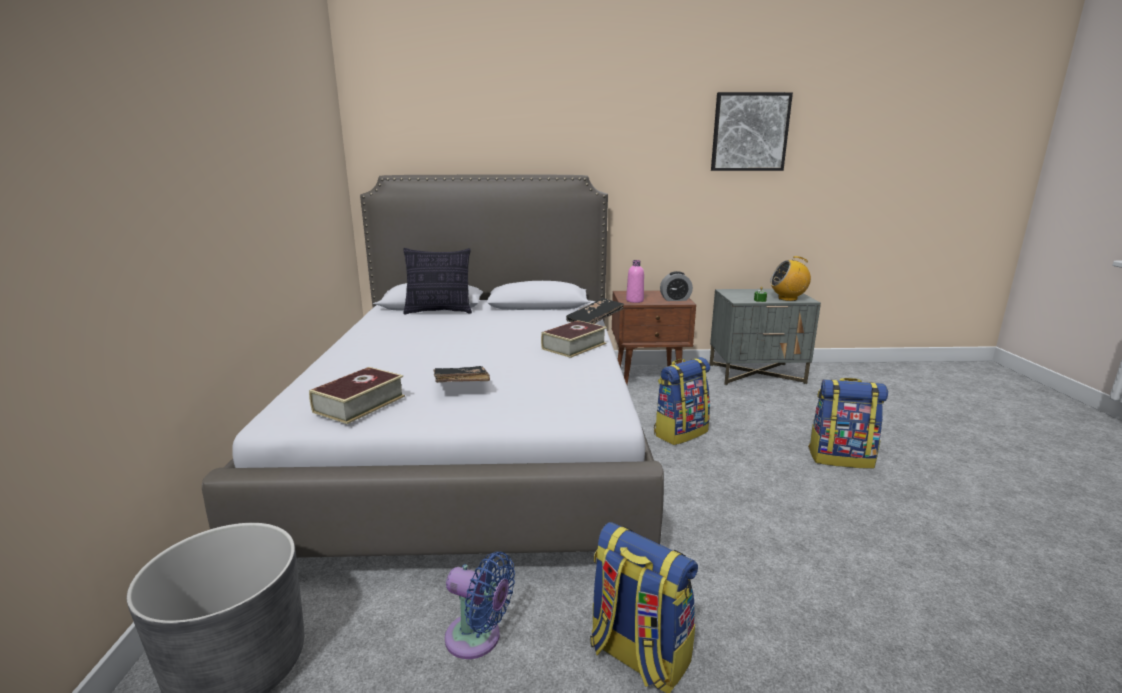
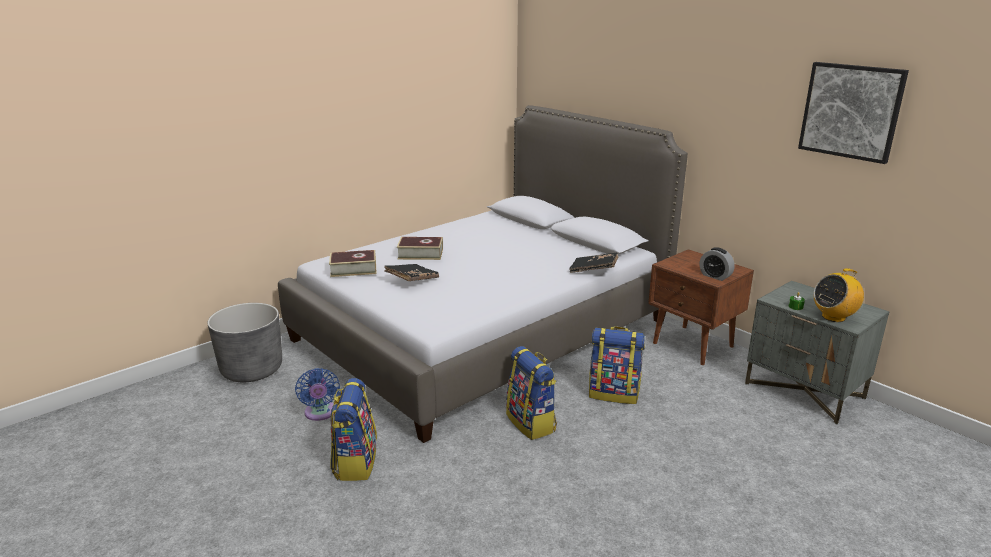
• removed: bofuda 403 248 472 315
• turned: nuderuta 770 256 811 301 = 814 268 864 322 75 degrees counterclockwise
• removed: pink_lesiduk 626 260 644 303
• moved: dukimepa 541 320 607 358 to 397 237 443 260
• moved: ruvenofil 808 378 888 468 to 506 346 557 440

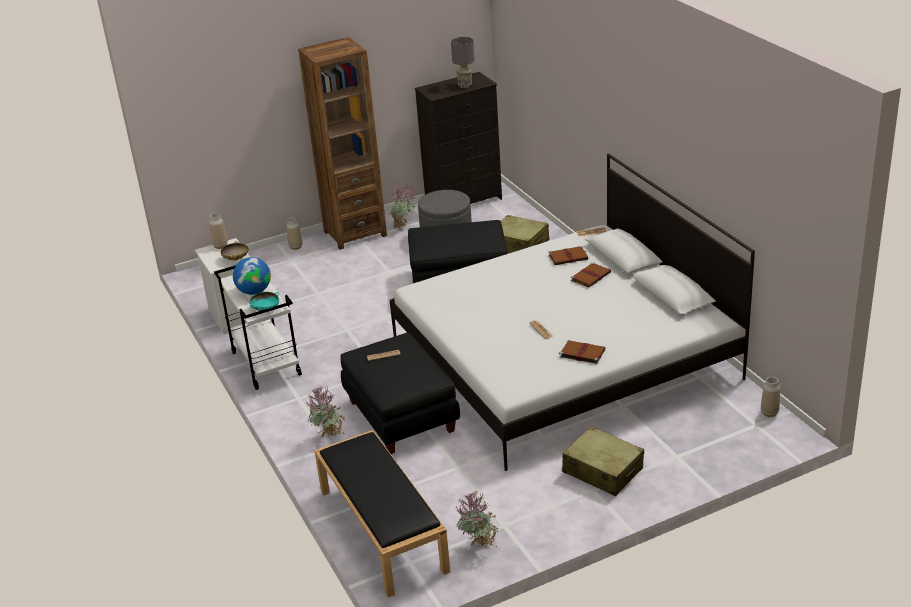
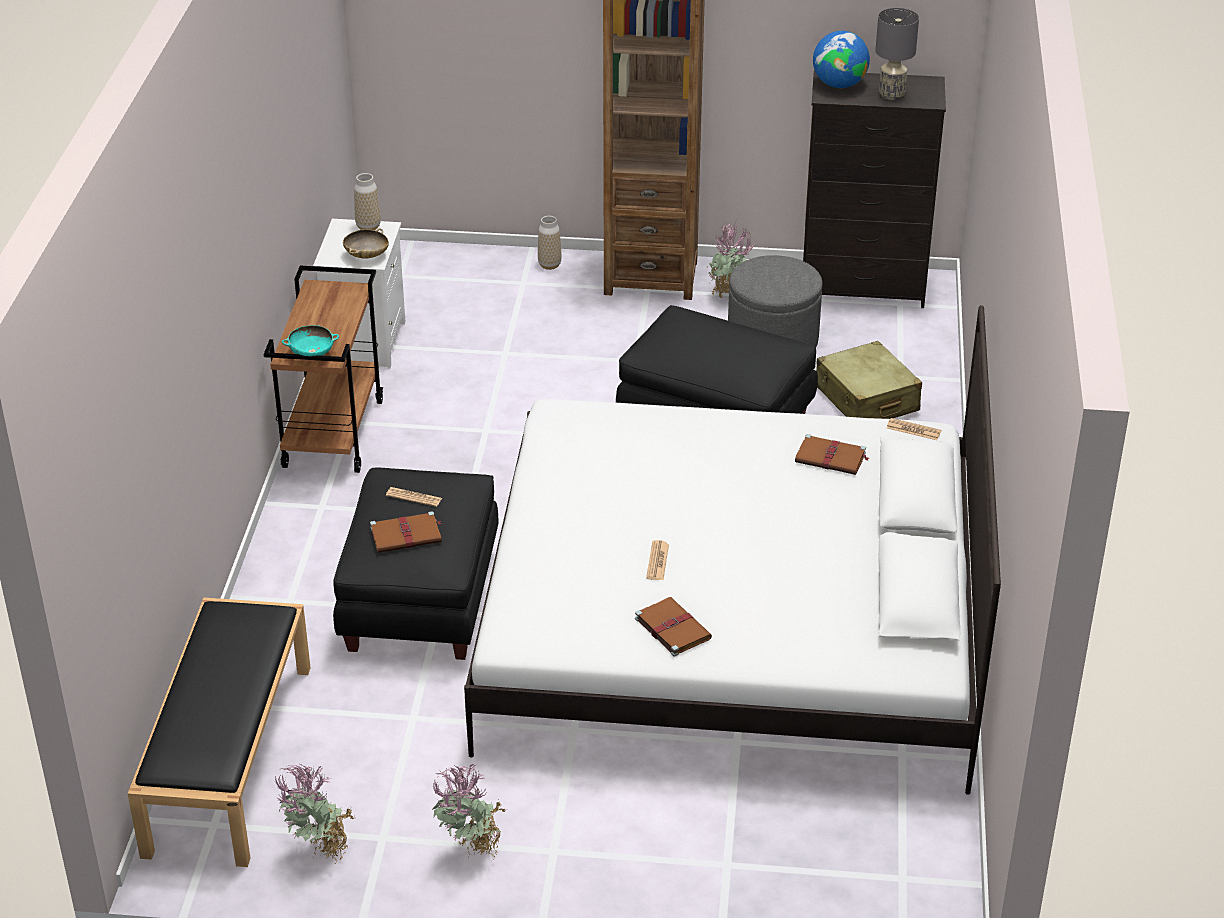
• moved: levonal 233 257 271 295 to 813 31 870 88
• moved: brown_dukimepa 571 262 611 287 to 370 511 442 553
• recoloured: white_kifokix 214 265 302 390 to brown_kifokix 264 266 383 473
• removed: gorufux 761 377 780 417
• moved: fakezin 306 385 345 437 to 432 764 507 860
• removed: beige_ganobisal 562 426 644 496

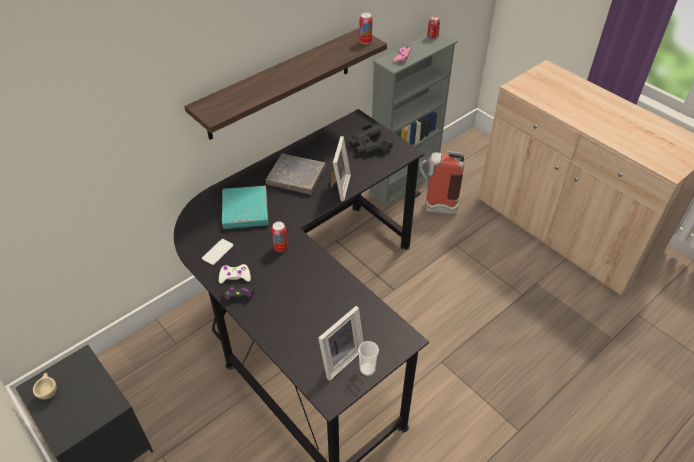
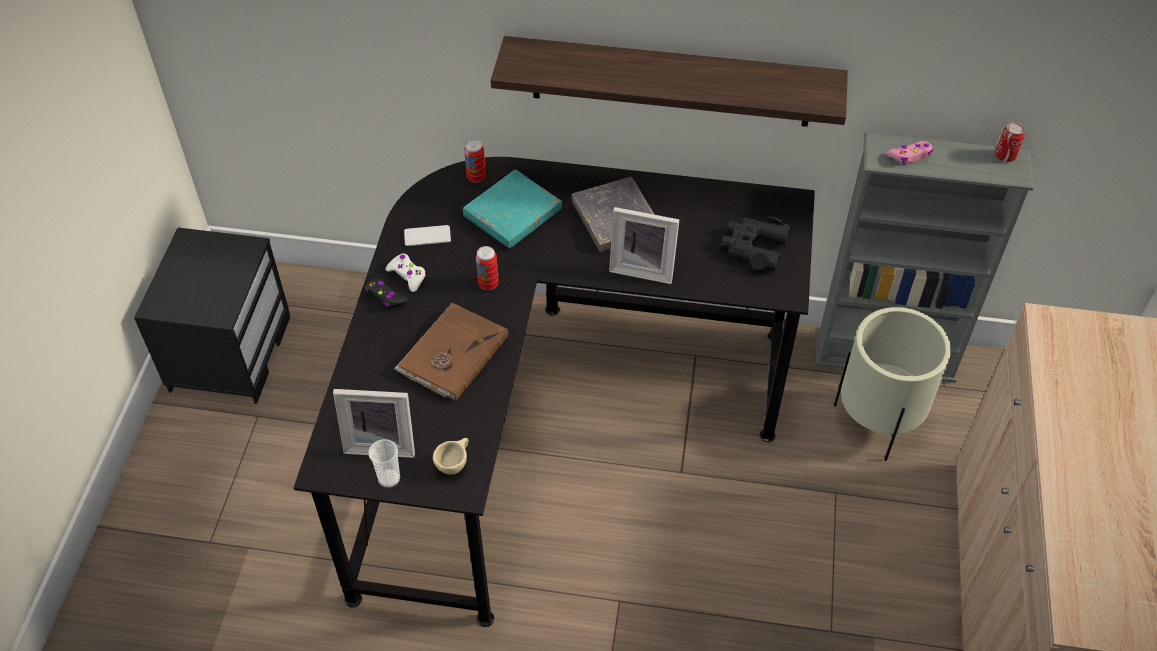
• moved: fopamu 359 12 373 44 to 464 140 486 183
• turned: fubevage 330 136 351 201 = 609 207 679 284 45 degrees clockwise
• replaced: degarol 415 150 465 214 to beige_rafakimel 834 307 951 461
• moved: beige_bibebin 33 373 56 399 to 433 438 468 475
• added: brown_dukimepa 394 303 508 401

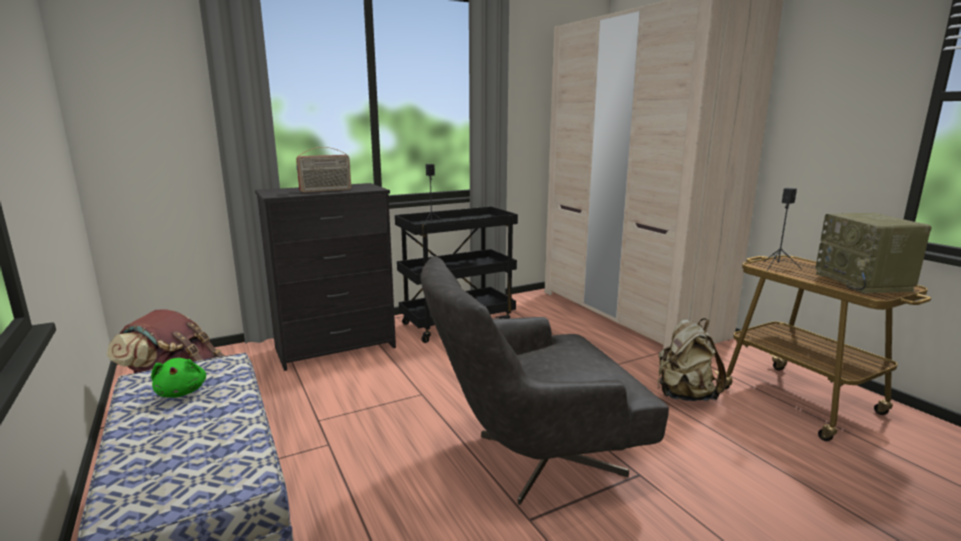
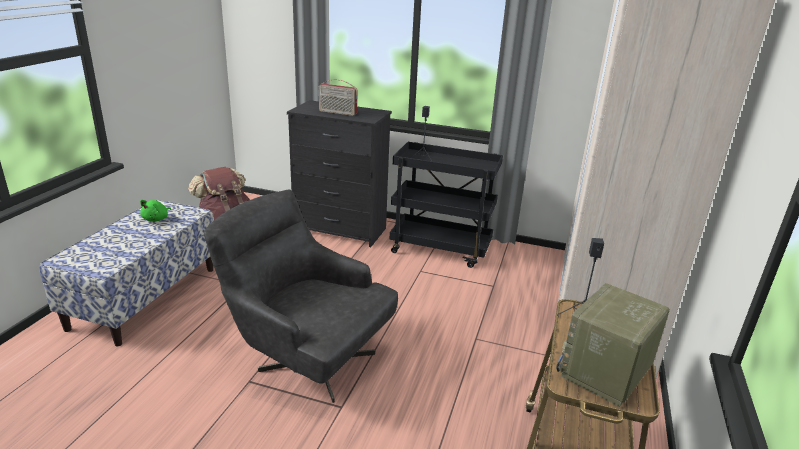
• removed: beige_ruvenofil 657 318 727 401

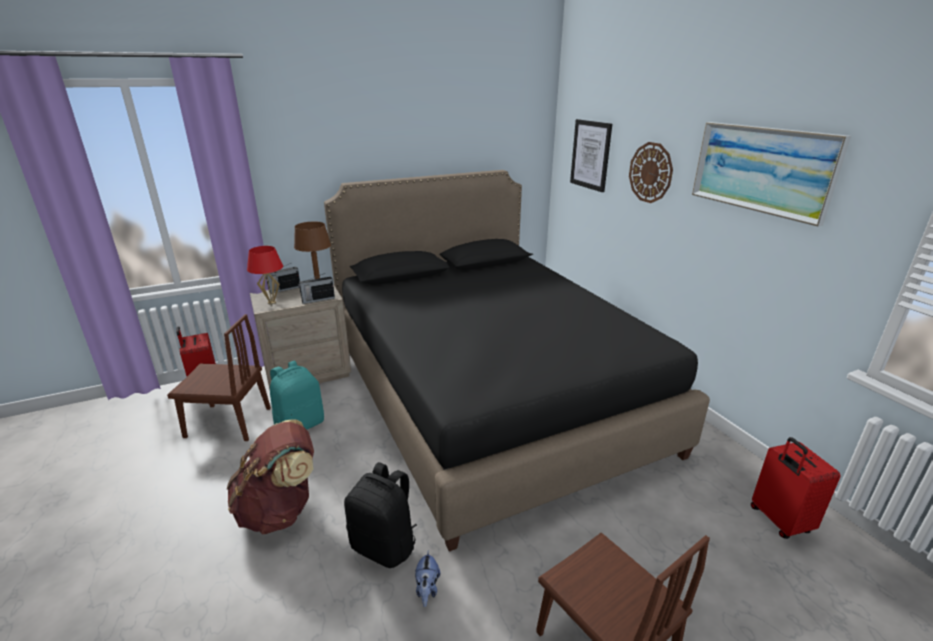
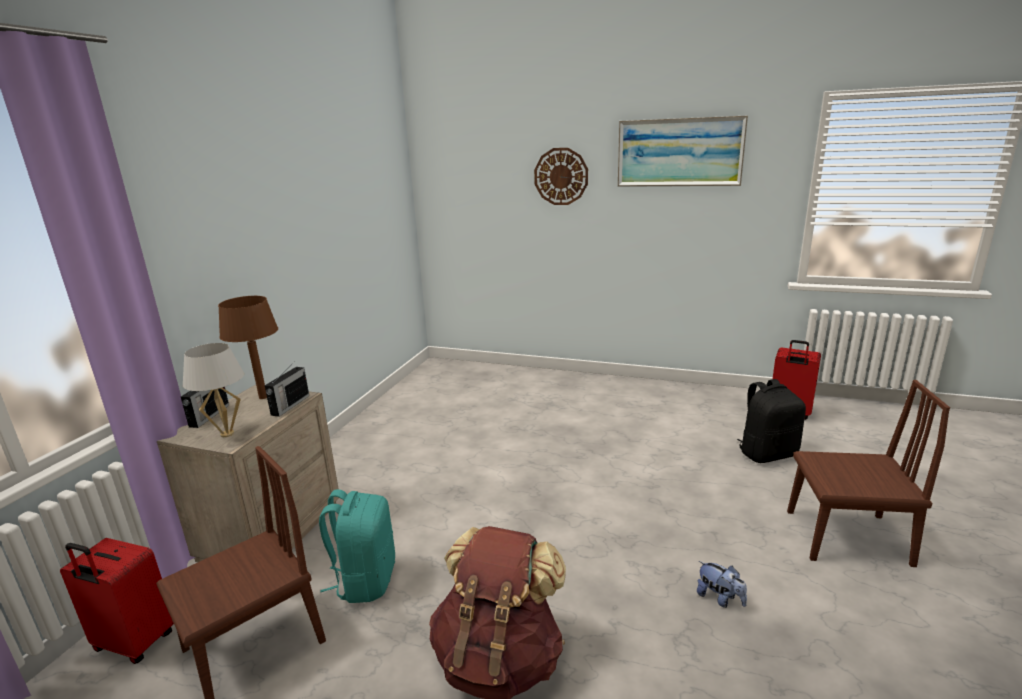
• removed: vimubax 570 119 612 192
• removed: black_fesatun 324 170 710 551
• recoloured: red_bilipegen 247 246 283 304 to white_bilipegen 183 343 244 437
• moved: black_ruvenofil 344 462 417 568 to 737 379 806 463

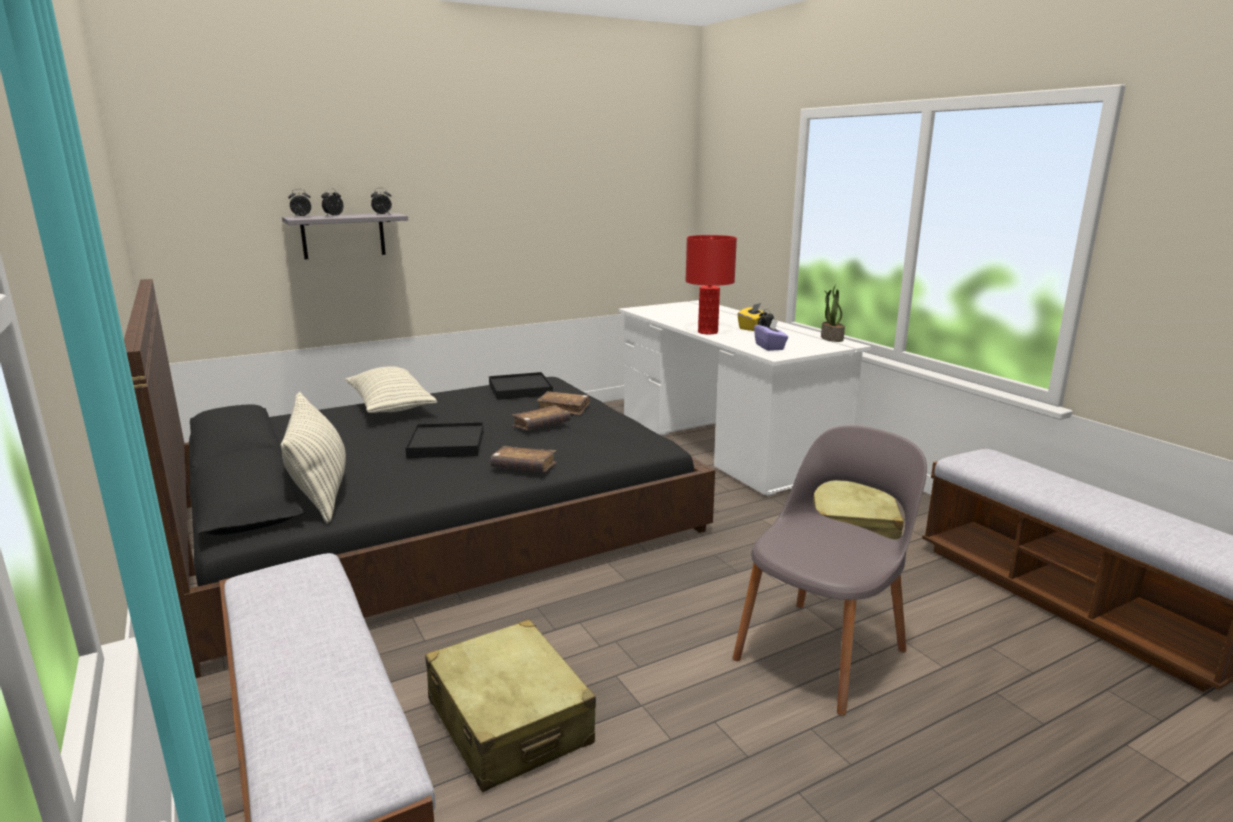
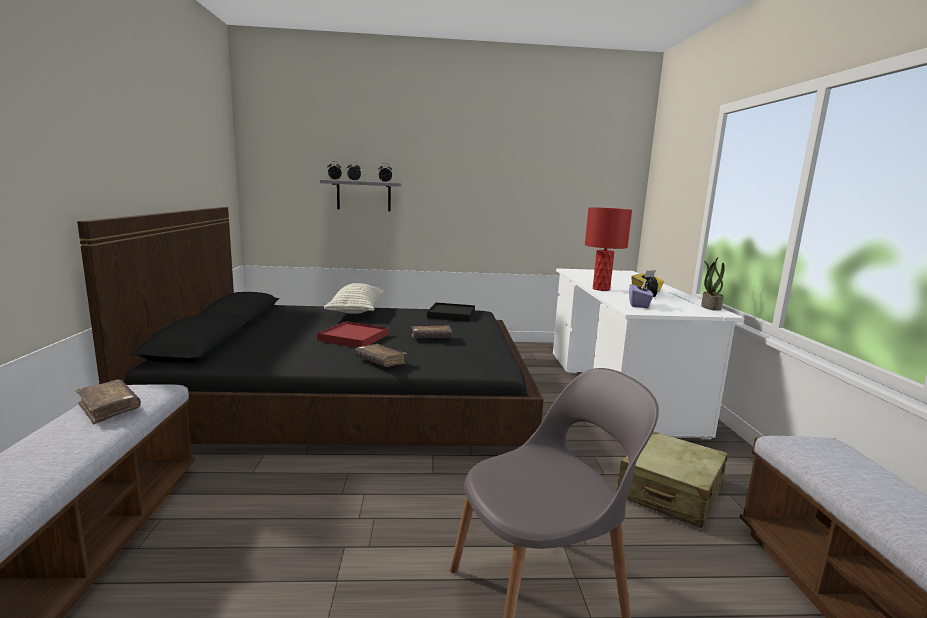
• moved: brown_dukimepa 537 391 590 416 to 76 380 141 425
• removed: bofuda 280 392 346 523
• recoloured: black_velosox 405 422 484 458 to red_velosox 317 321 388 348
• removed: beige_ganobisal 425 619 596 792

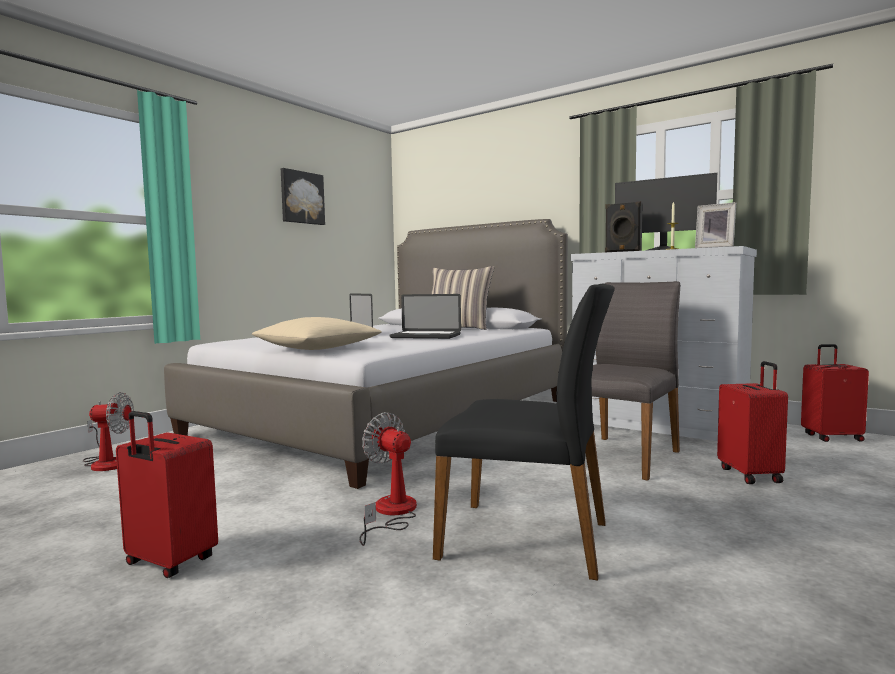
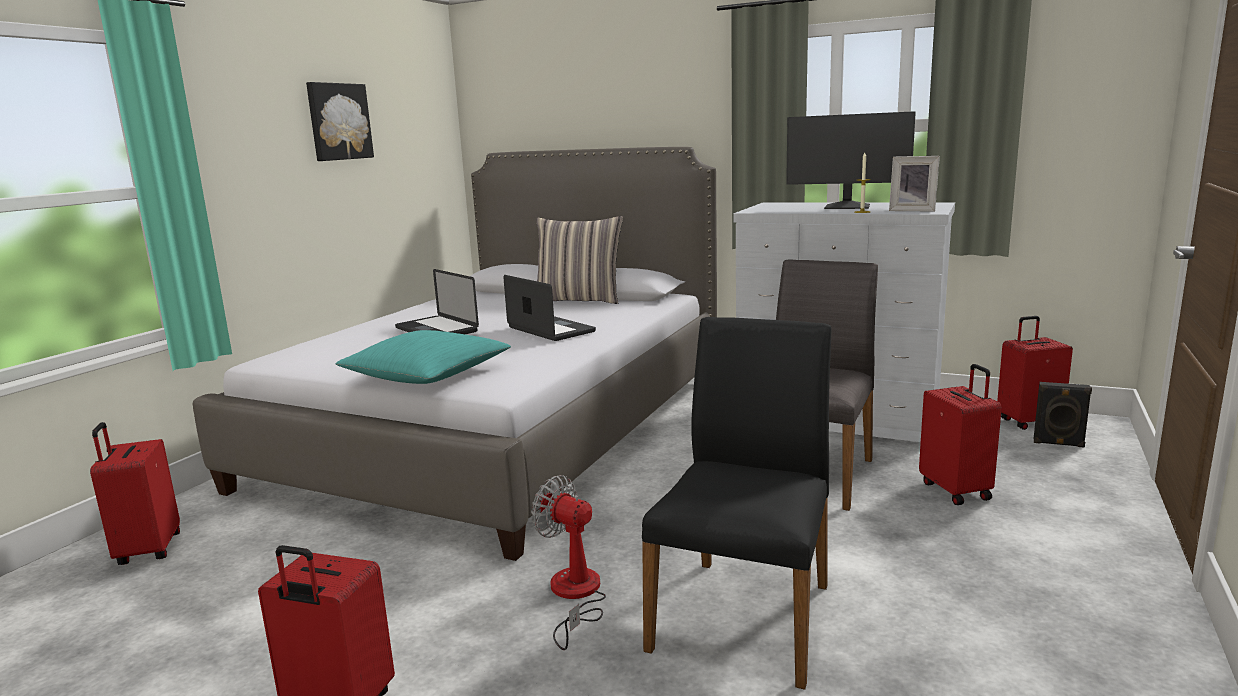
• moved: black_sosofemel 605 201 642 252 to 1034 382 1092 448
• turned: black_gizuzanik 433 284 615 581 = 642 317 832 690 75 degrees counterclockwise
• turned: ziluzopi 390 294 461 339 = 503 275 596 341 135 degrees counterclockwise
• recoloured: beige_bofuda 252 317 382 350 to turquoise_bofuda 335 330 511 384
• replaced: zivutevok 83 392 134 471 to red_ganobisal 90 422 180 565

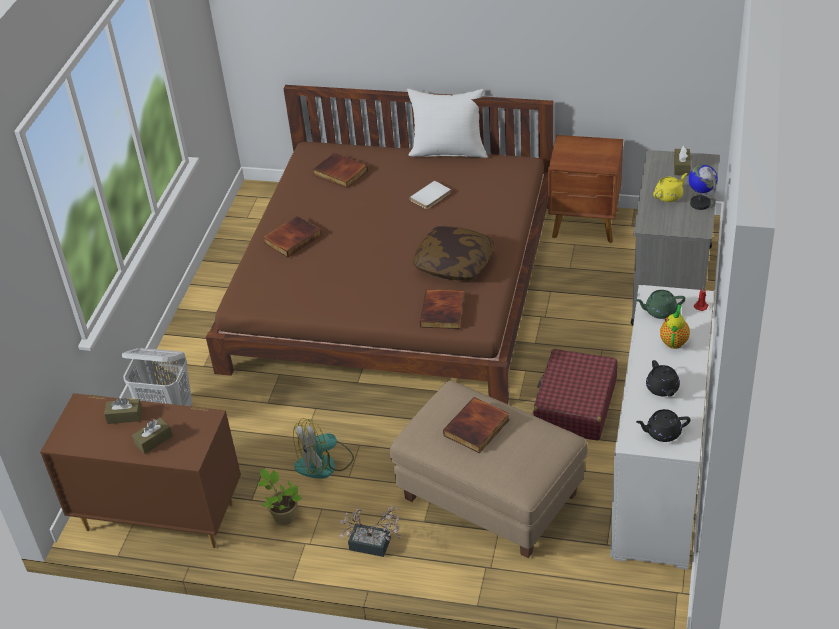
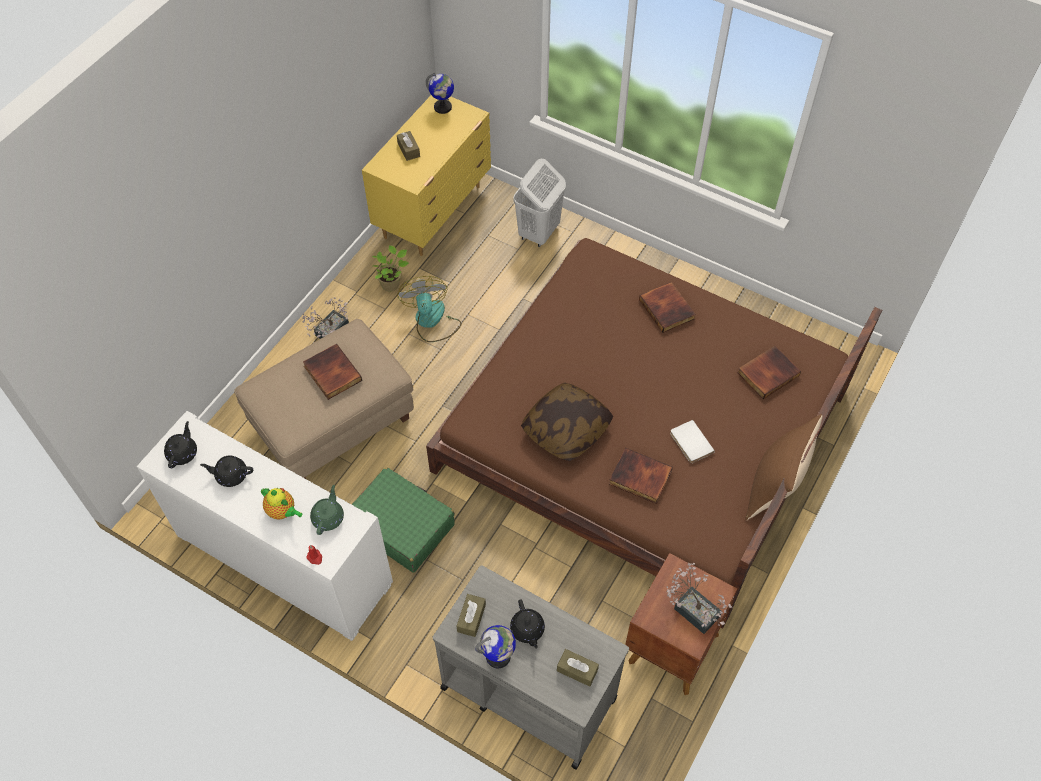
• recoloured: white_bofuda 407 89 488 158 to brown_bofuda 746 414 822 520
• recoloured: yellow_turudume 653 173 687 202 to black_turudume 510 600 545 649
• moved: dukimepa 420 289 465 329 to 609 448 673 504
• recoloured: red_ganobisal 533 349 618 441 to green_ganobisal 352 467 455 573
• recoloured: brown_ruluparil 40 393 241 548 to yellow_ruluparil 362 95 491 256
• moved: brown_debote 104 397 142 424 to 457 594 486 637
• added: levonal 426 73 454 114
• added: fakezin 666 563 733 634

